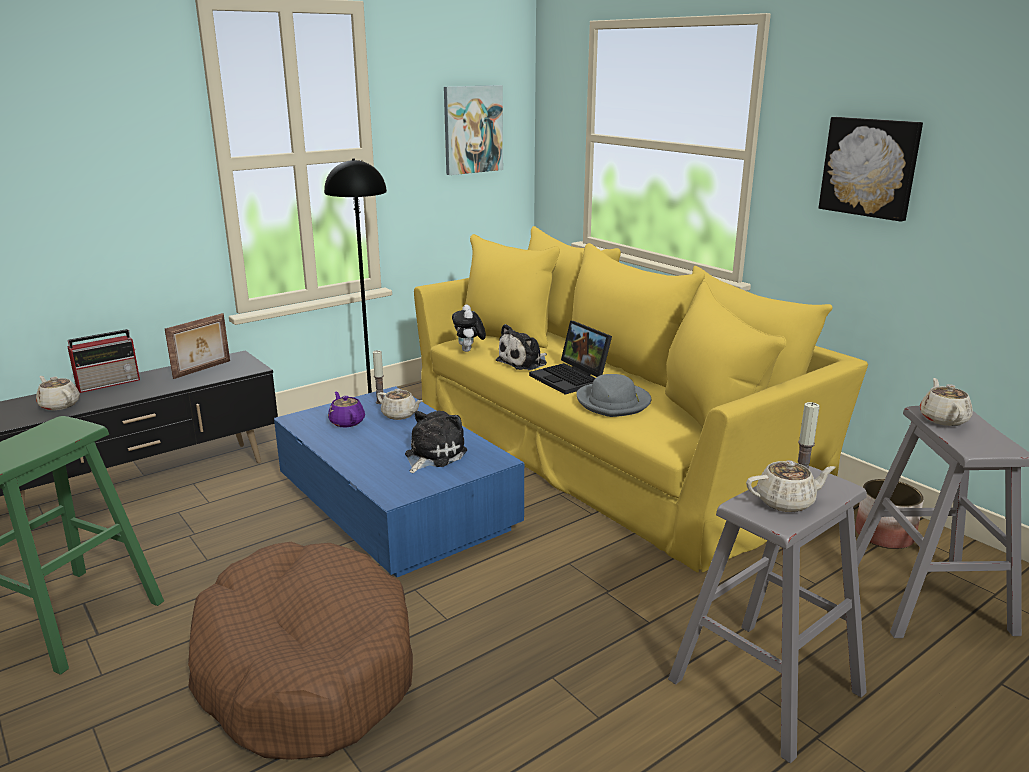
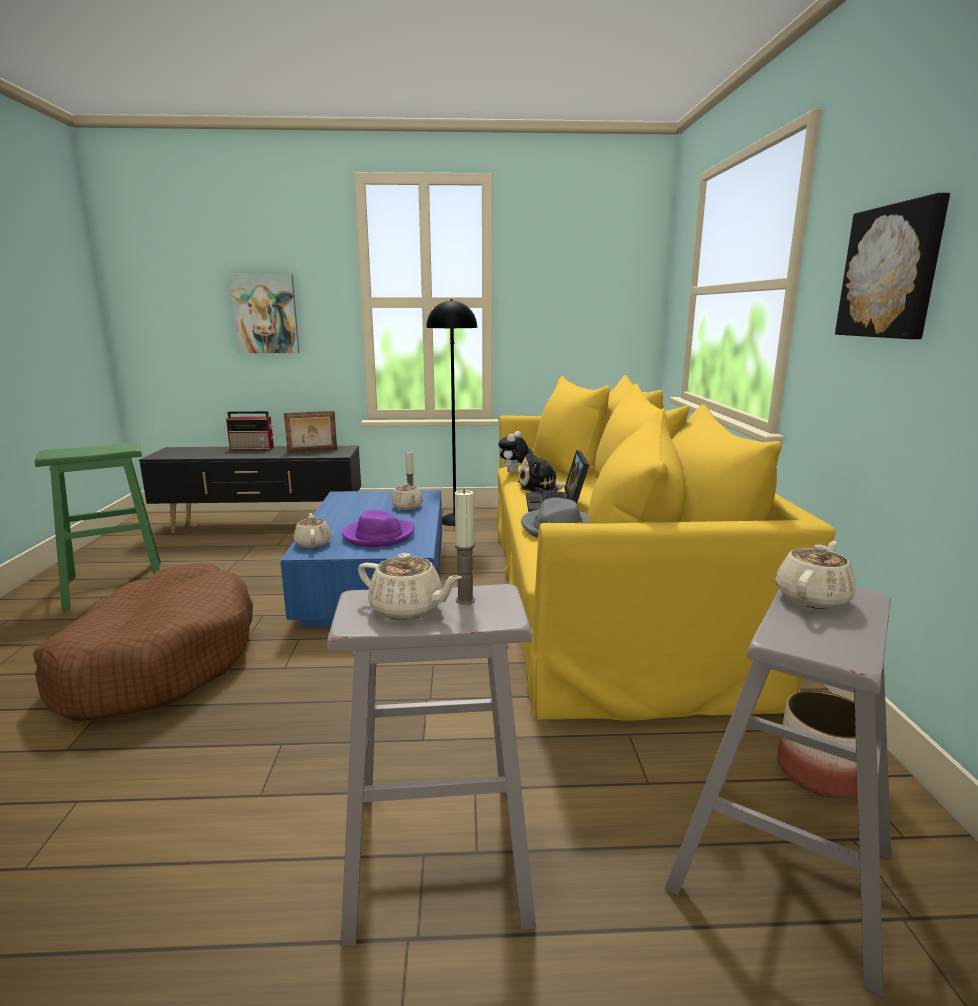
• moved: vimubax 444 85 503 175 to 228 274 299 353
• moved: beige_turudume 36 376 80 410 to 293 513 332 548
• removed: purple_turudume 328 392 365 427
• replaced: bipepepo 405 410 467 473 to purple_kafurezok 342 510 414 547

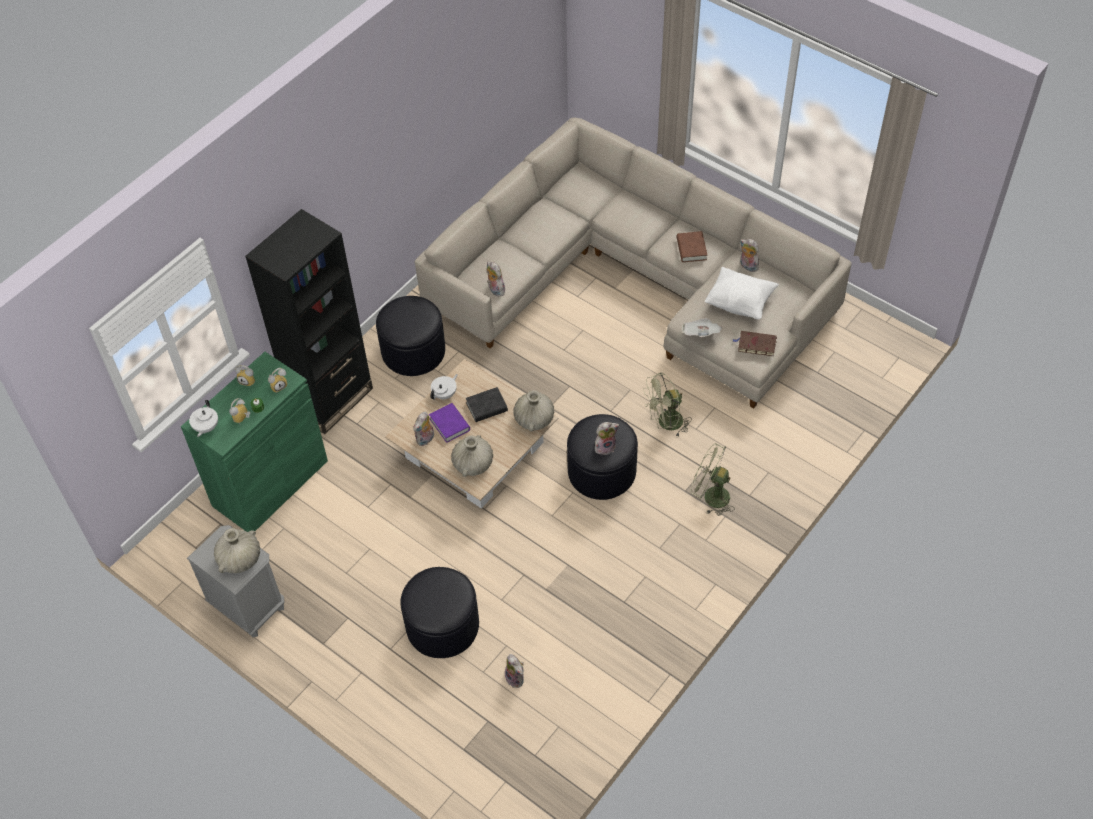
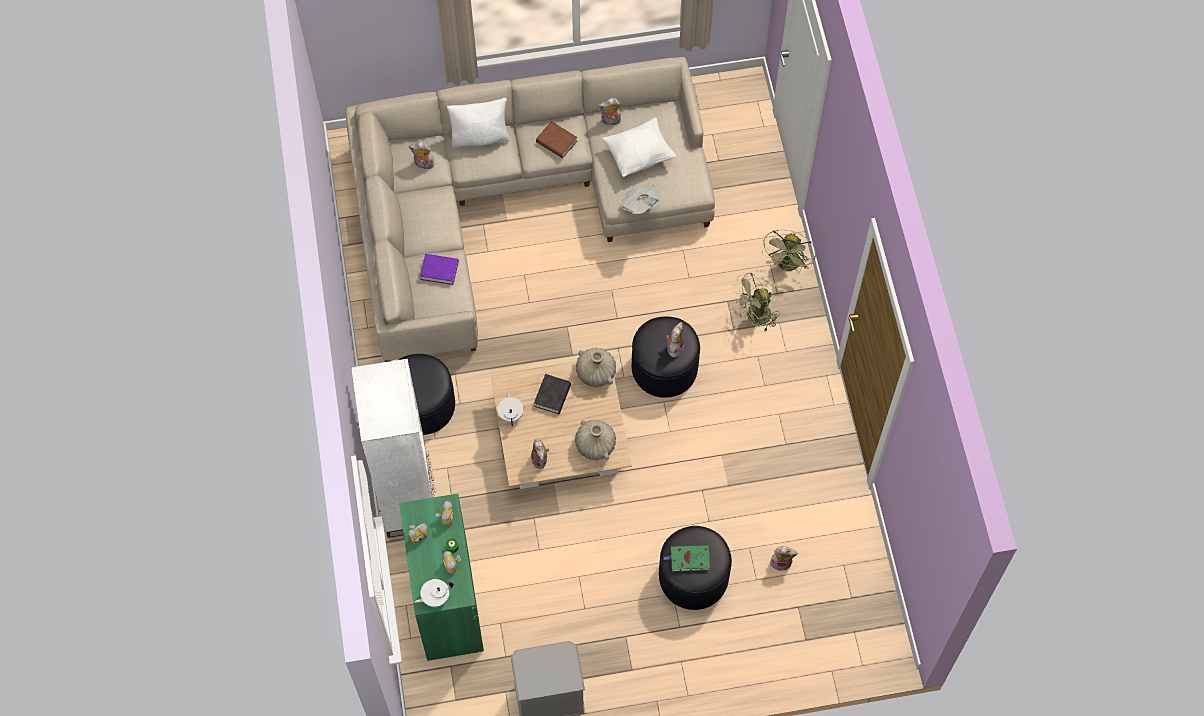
• recoloured: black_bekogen 245 209 373 434 to white_bekogen 351 359 436 538
• moved: bipepepo 487 261 505 297 to 409 142 435 170
• removed: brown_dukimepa 732 331 777 356
• moved: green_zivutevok 643 372 692 437 to 762 230 816 274
• turned: white_turudume 189 400 218 437 = 414 579 454 607 105 degrees clockwise
• moved: purple_dukimepa 429 403 470 443 to 420 254 459 285
• removed: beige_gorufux 214 528 260 573
• added: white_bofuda 447 98 510 147
• added: green_dukimepa 664 545 710 571

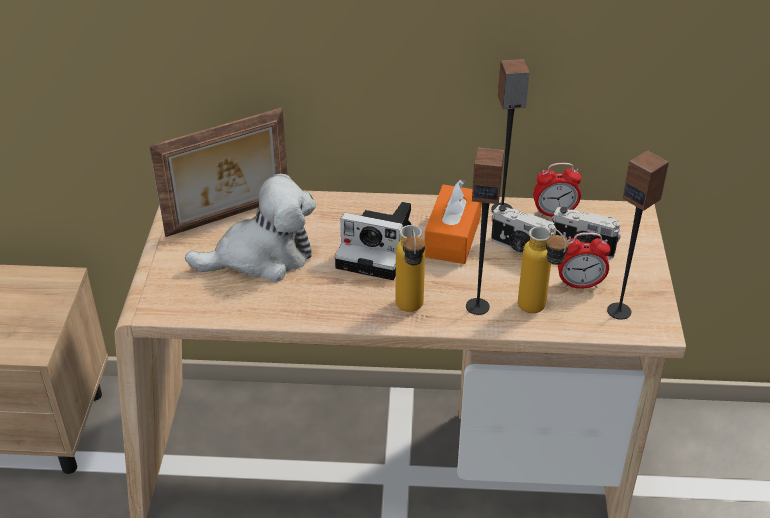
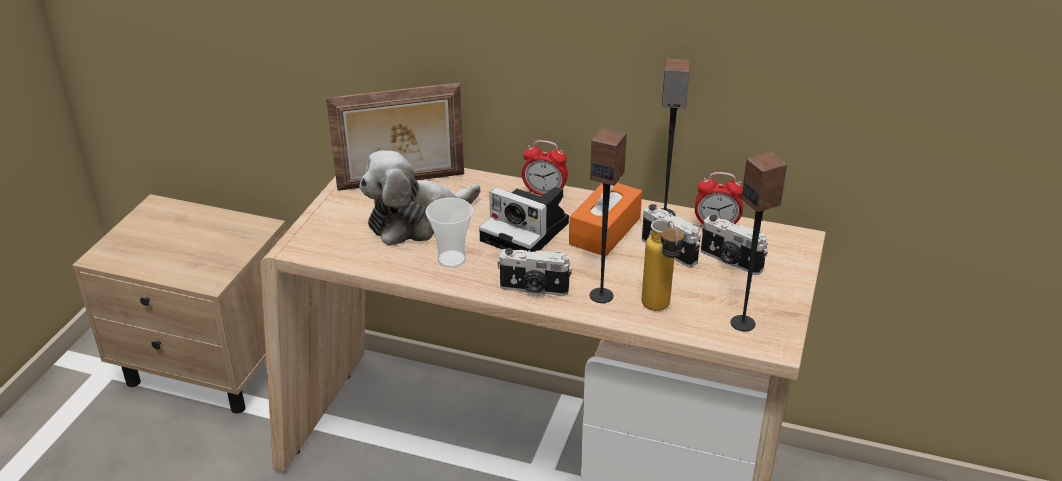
• turned: bipepepo 185 174 316 282 = 359 150 481 245 150 degrees clockwise
• replaced: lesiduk 396 225 425 312 to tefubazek 497 248 572 296
• moved: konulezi 558 232 611 289 to 522 140 568 196
• added: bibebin 426 197 473 268

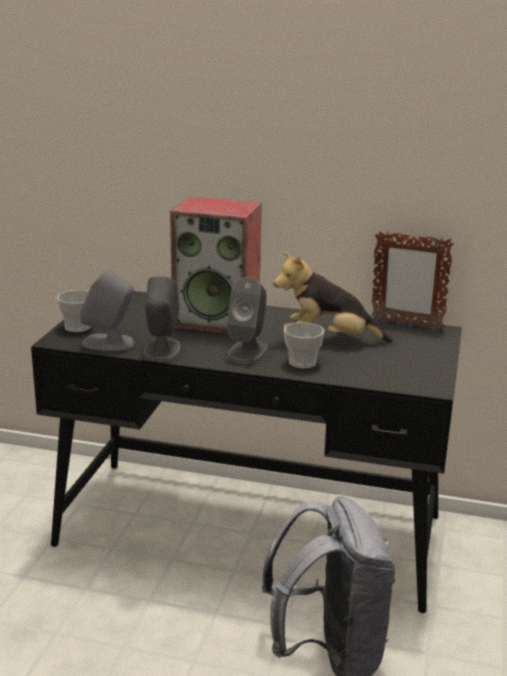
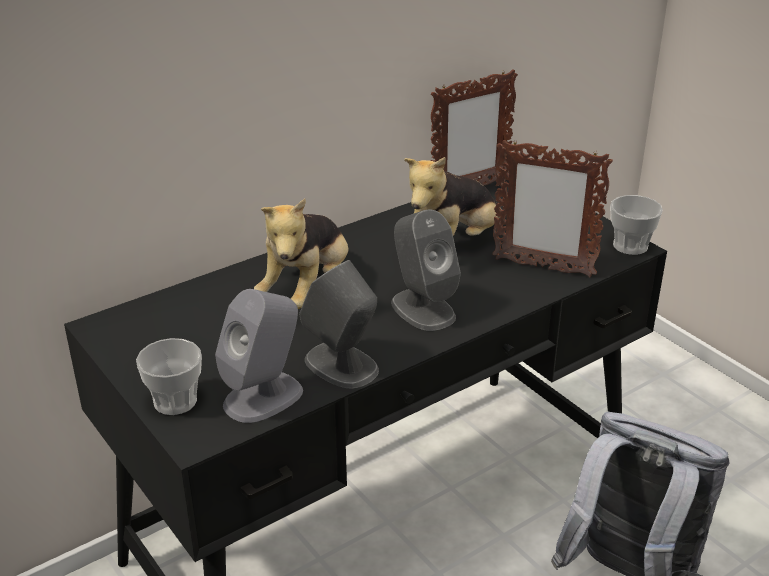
• replaced: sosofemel 170 197 262 334 to bipepepo 254 199 348 309
• moved: bibebin 284 322 324 369 to 610 195 663 255
• added: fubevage 492 140 613 278

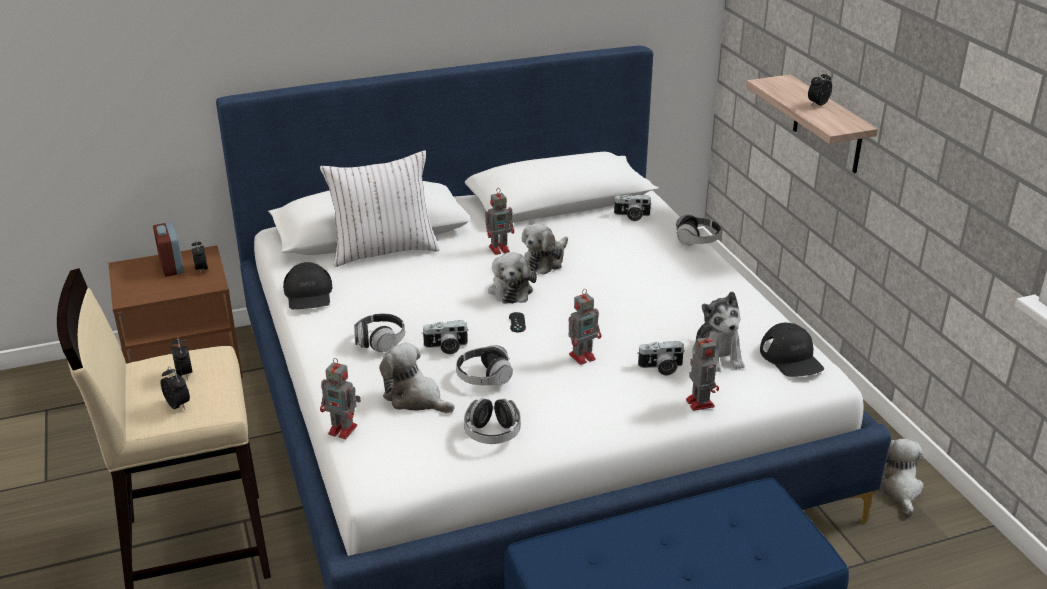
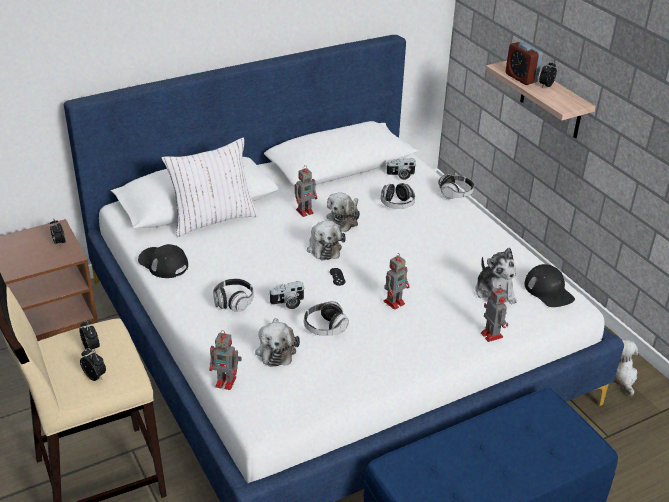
• moved: konulezi 153 222 184 277 to 506 41 543 85
• turned: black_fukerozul 283 262 332 309 = 138 244 188 278 150 degrees clockwise
• removed: tefubazek 637 341 685 375
• turned: bipepepo 379 342 454 413 = 255 318 300 367 120 degrees counterclockwise
• moved: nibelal 464 398 521 444 to 381 183 415 209

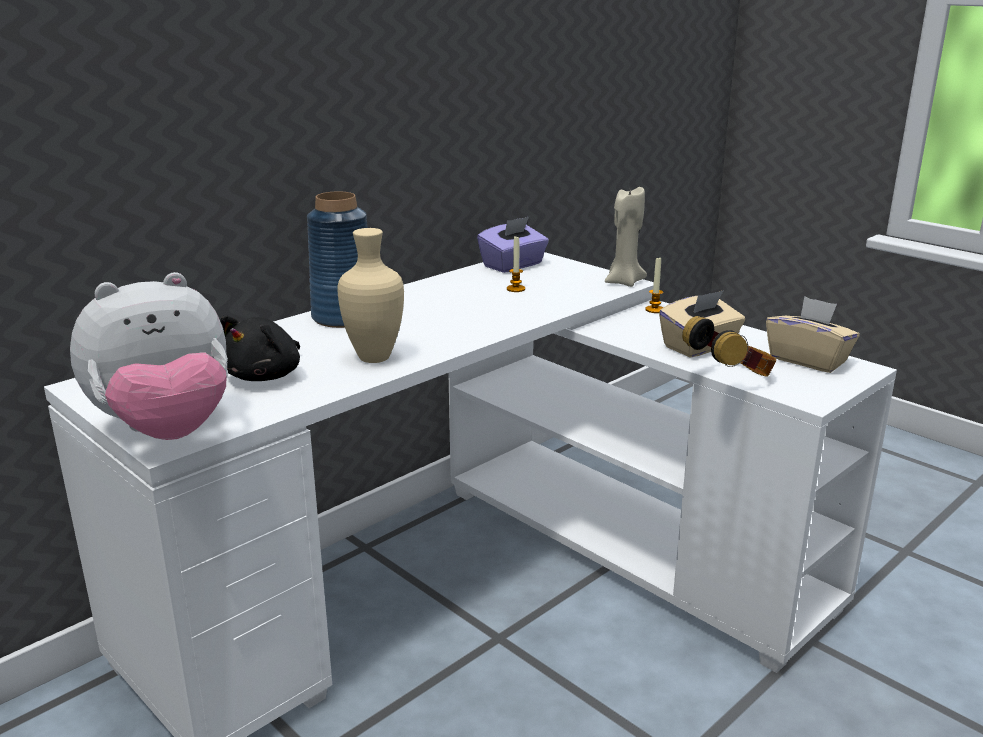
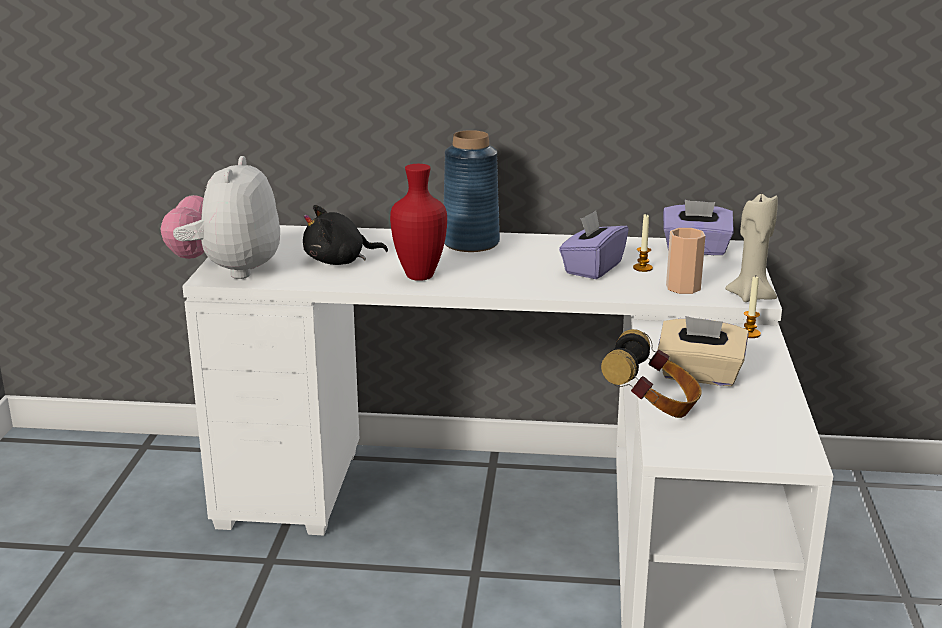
• recoloured: beige_gorufux 338 228 404 363 to red_gorufux 390 164 447 281
• turned: bipepepo 70 272 228 440 = 161 156 280 279 75 degrees clockwise
• removed: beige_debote 766 296 859 373
• added: purple_debote 559 210 629 279
• added: bibebin 666 228 706 294

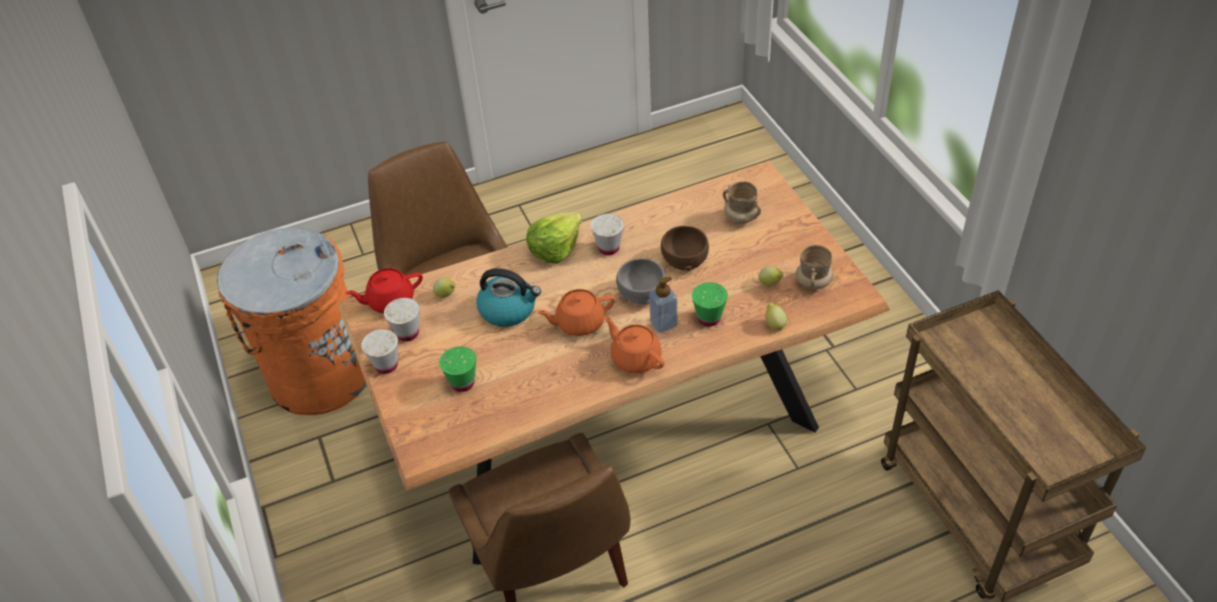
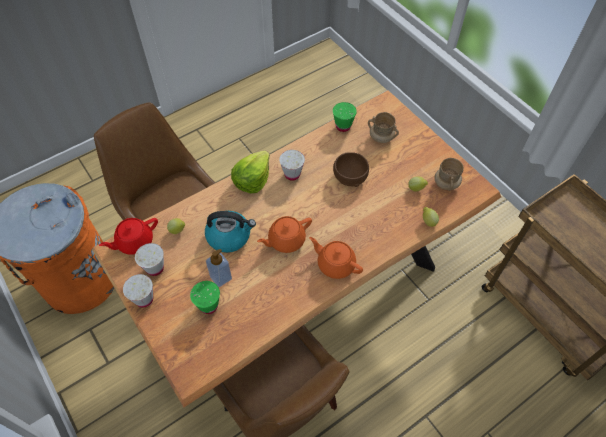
• removed: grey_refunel 616 259 665 304
• moved: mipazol 649 276 677 333 to 206 249 232 287
• moved: green_bibebin 692 282 728 326 to 333 102 357 132

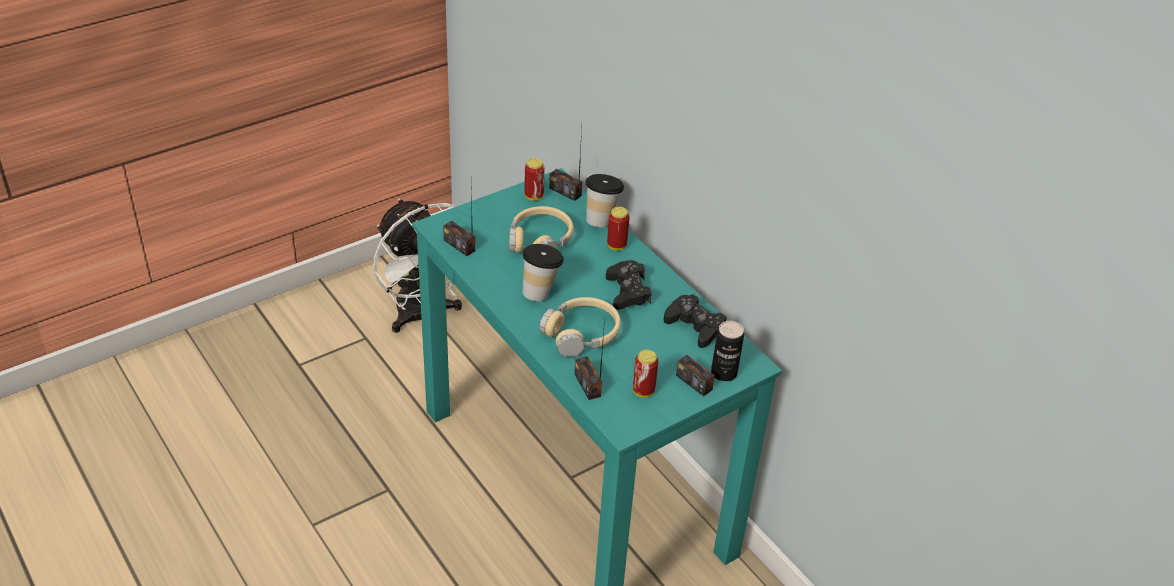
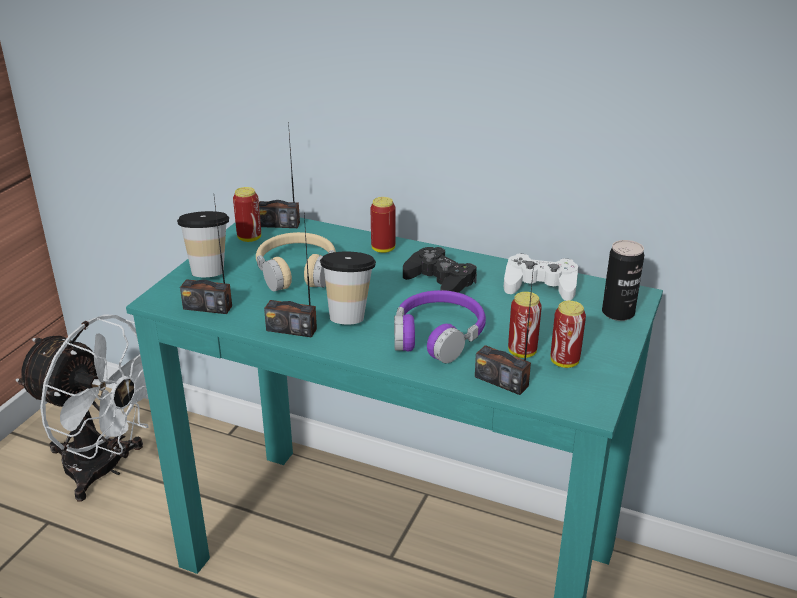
• moved: bibebin 586 174 624 227 to 177 211 229 277
• recoloured: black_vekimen 664 294 727 348 to white_vekimen 504 253 578 301
• recoloured: beige_nibelal 539 297 621 357 to purple_nibelal 394 290 486 363
• moved: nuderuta 676 312 721 396 to 264 214 317 338
• added: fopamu 508 292 542 358

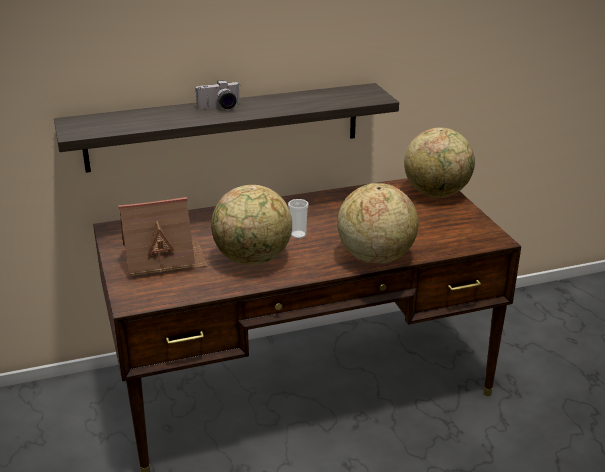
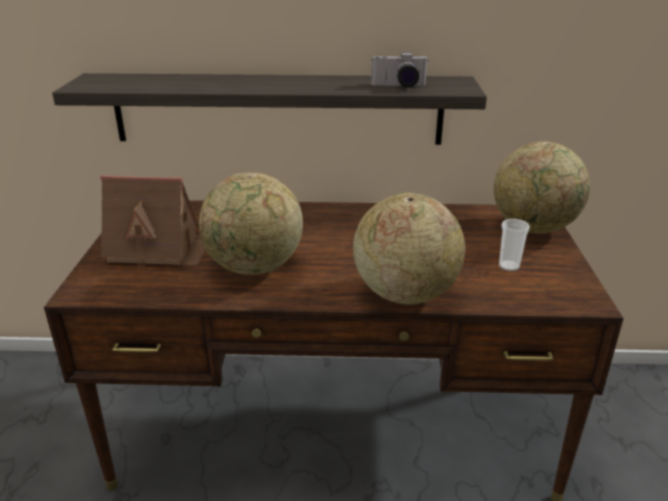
• moved: tefubazek 196 80 240 109 to 371 52 429 87
• moved: bibebin 288 199 309 239 to 499 219 530 271

